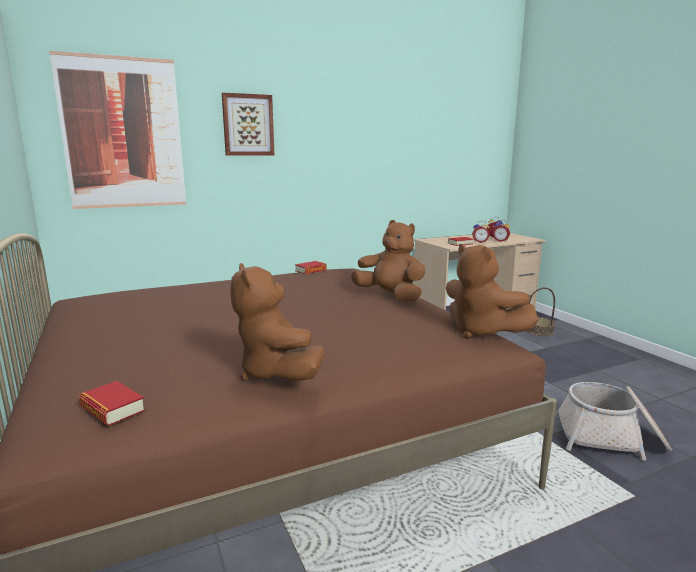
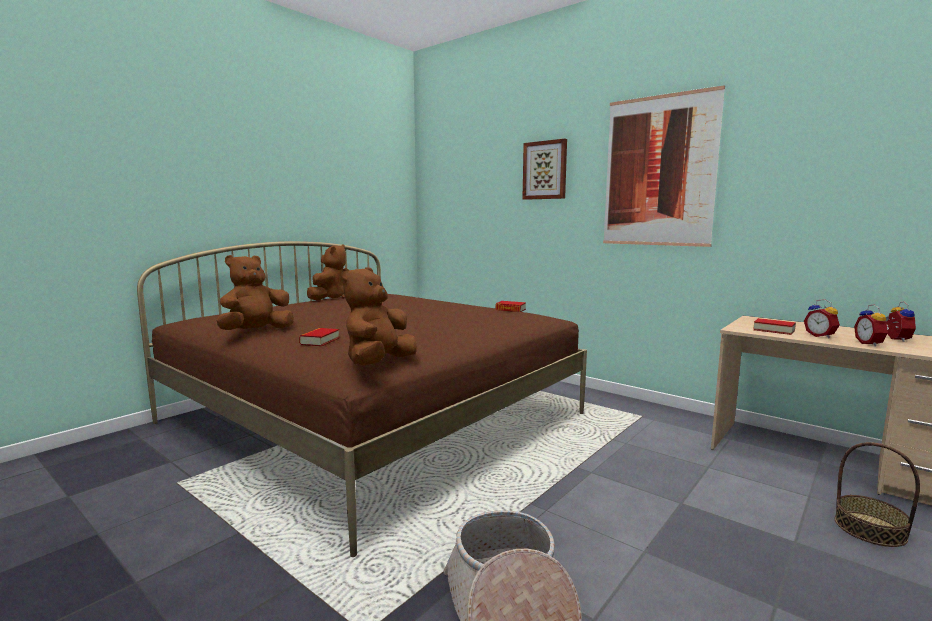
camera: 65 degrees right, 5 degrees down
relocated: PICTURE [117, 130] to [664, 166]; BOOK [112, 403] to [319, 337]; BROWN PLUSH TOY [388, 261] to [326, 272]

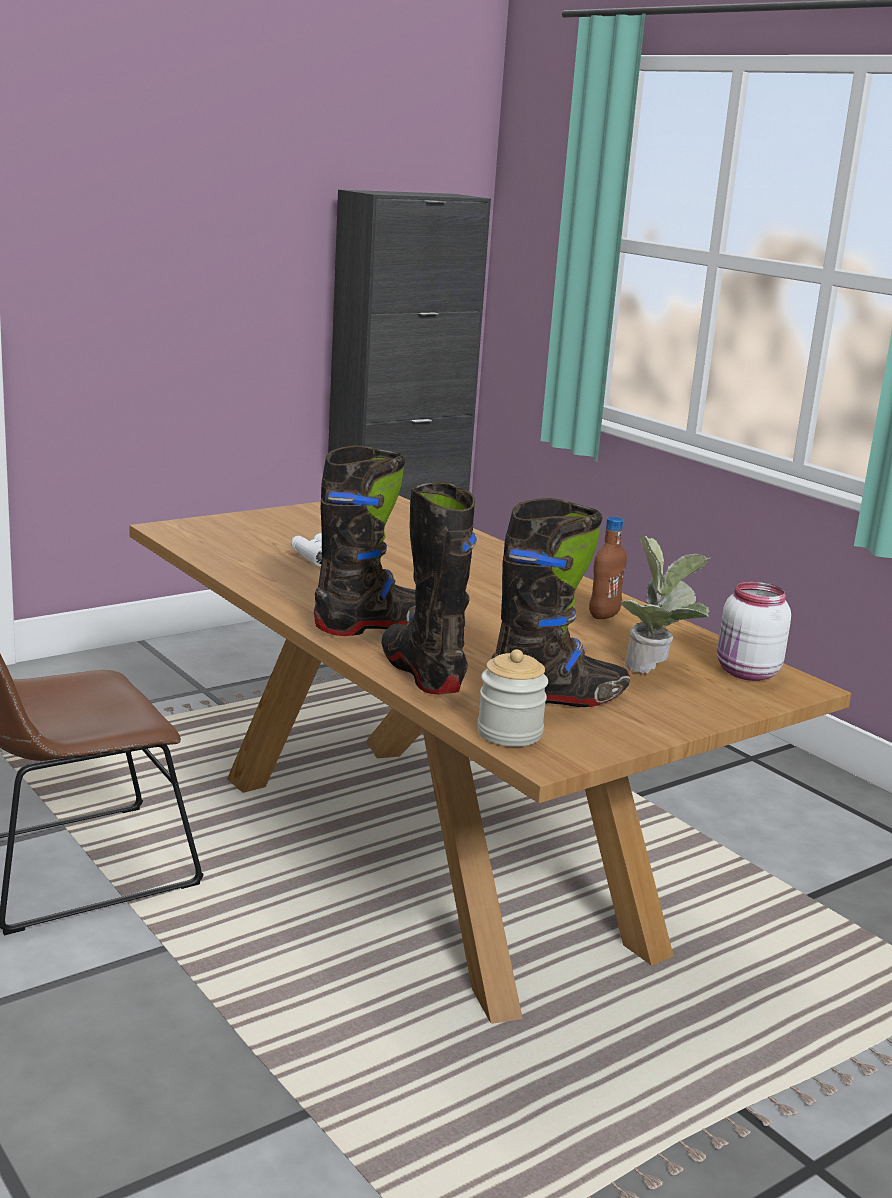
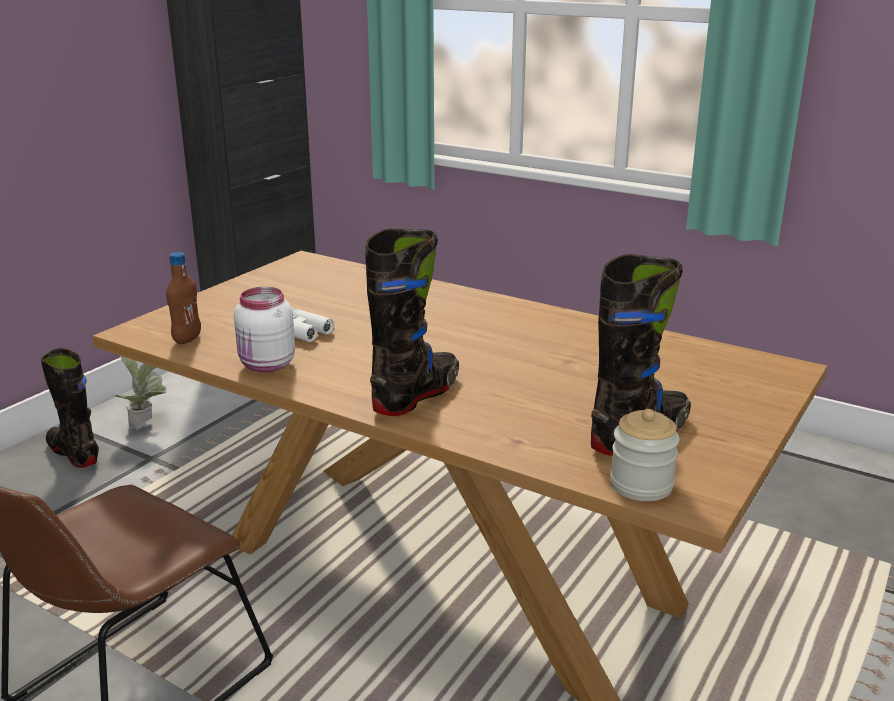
camera: 20 degrees left, 5 degrees up
relocated: BLACK BOOT [429, 588] to [70, 408]; BROWN BOTTLE [608, 568] to [183, 298]; POTTED PLANT [666, 604] to [140, 392]; WHITE JAR [754, 631] to [264, 329]

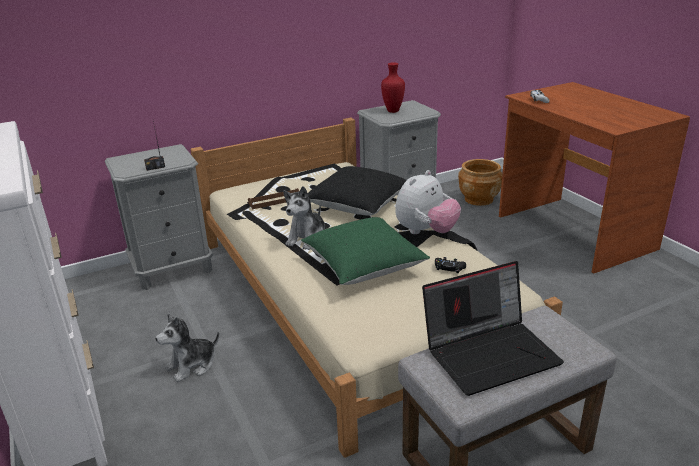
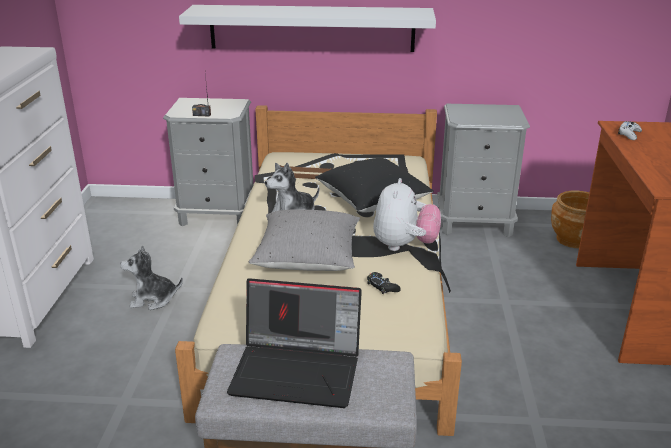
camera: 30 degrees right, 0 degrees up
missing: RED VASE [393, 87]
appeared: WHITE SHELF [307, 28]
colour: GREEN PILLOW [365, 251] to GREY PILLOW [304, 240]
spun: PLUSH TOY [428, 202] = [407, 214] 60 degrees counterclockwise

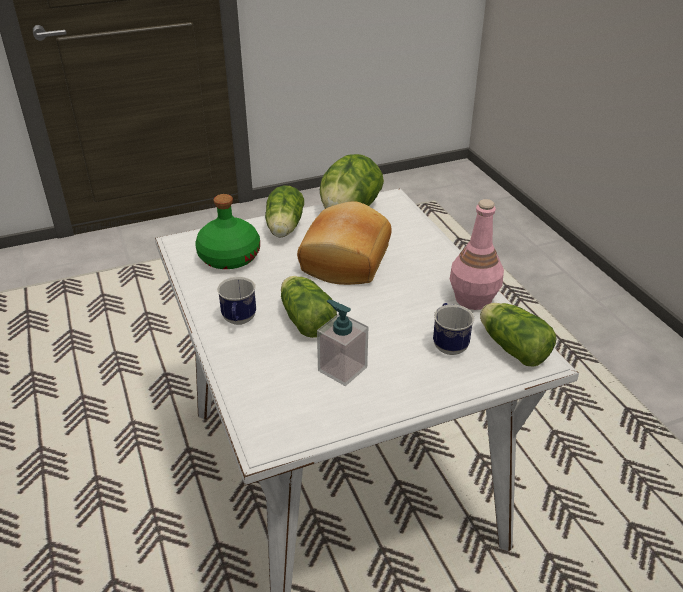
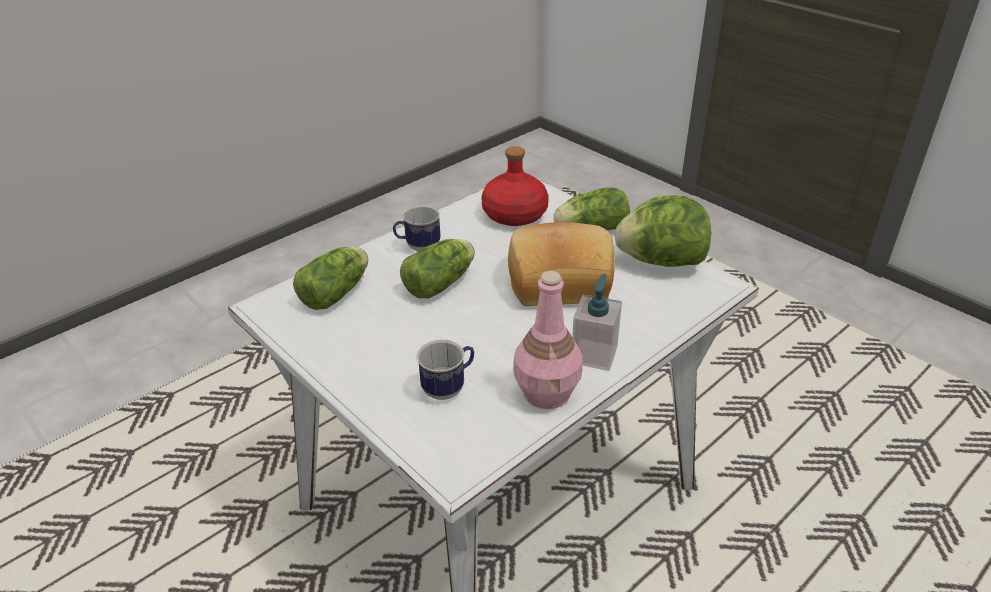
camera: 70 degrees right, 0 degrees up
relocated: SOAP DISPENSER [342, 342] to [597, 322]; LETTUCE [518, 335] to [330, 278]
colour: GREEN BOTTLE [227, 231] to RED BOTTLE [515, 186]

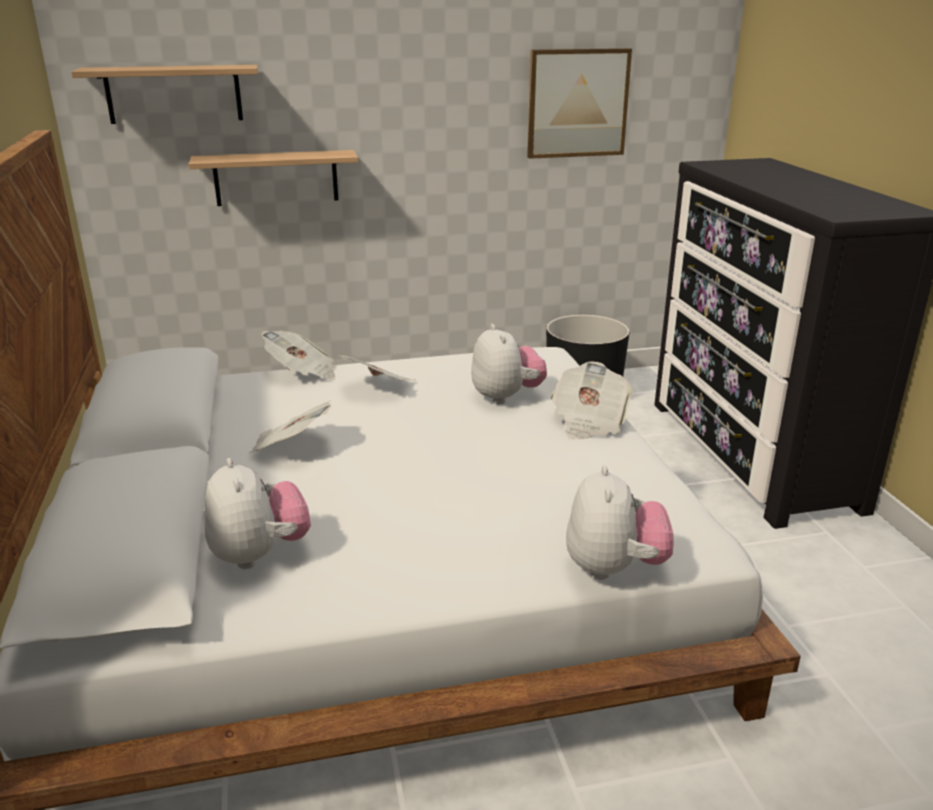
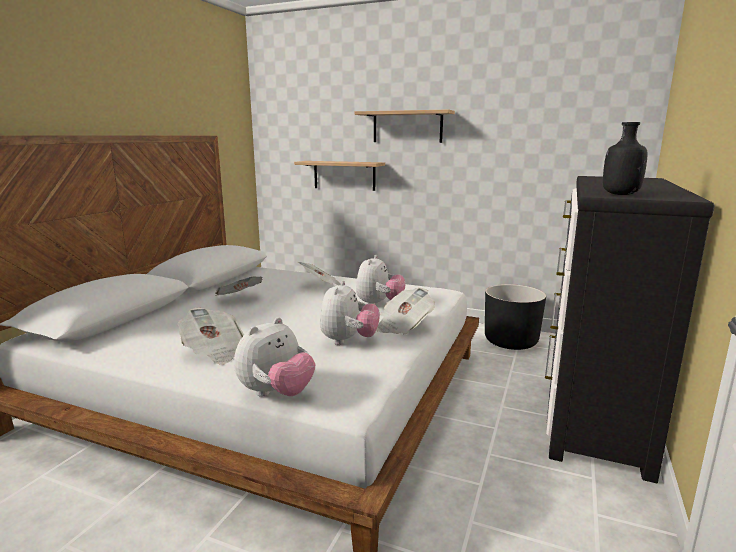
camera: 35 degrees right, 10 degrees down
missing: PICTURE [579, 103]
appeared: BLACK BOTTLE [625, 158]
relocated: SHELF [164, 94] to [404, 126]; PLUSH TOY [258, 513] to [350, 313]; NEWSPAPER [298, 355] to [211, 336]

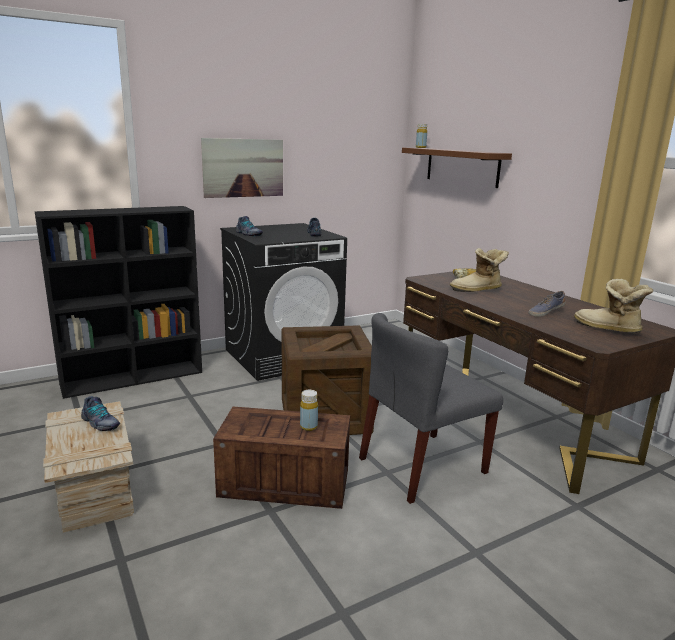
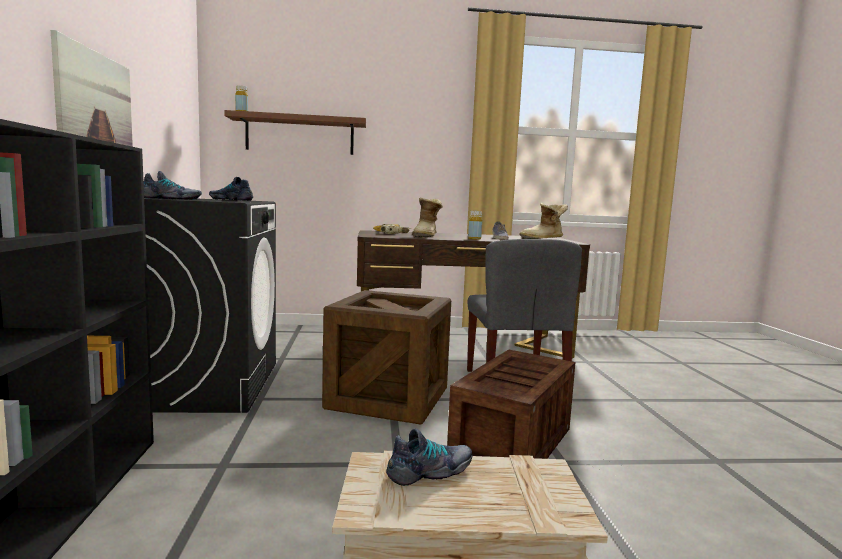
camera: 65 degrees left, 10 degrees down
relocated: YELLOW BOTTLE [309, 410] to [475, 225]

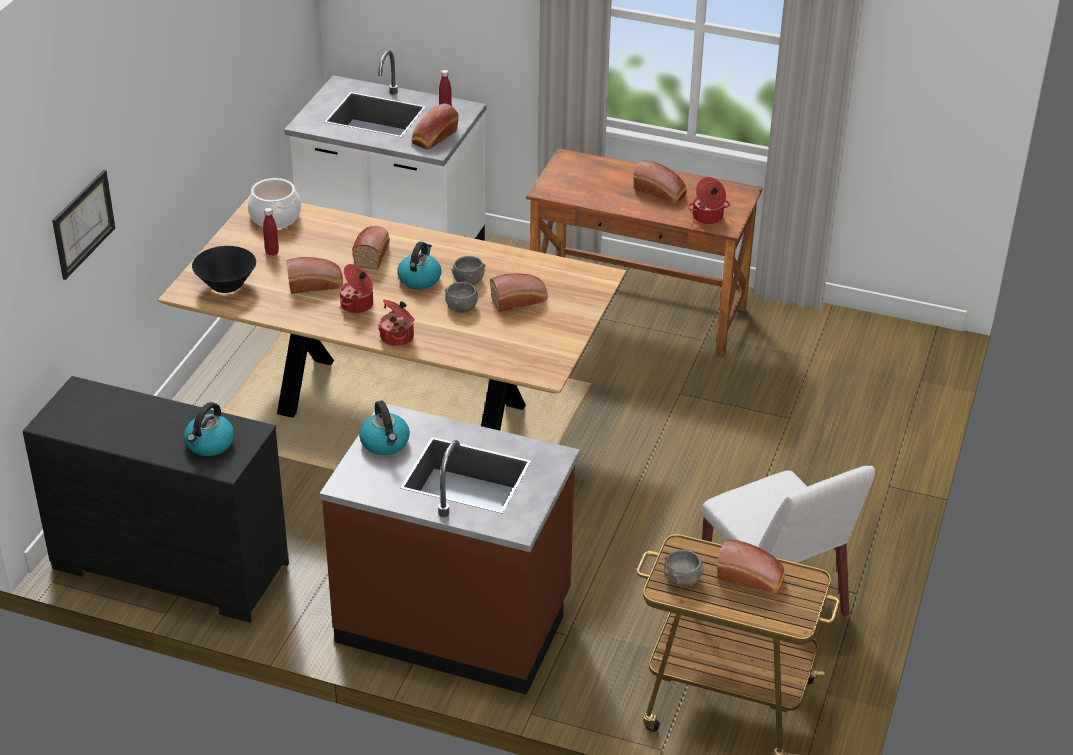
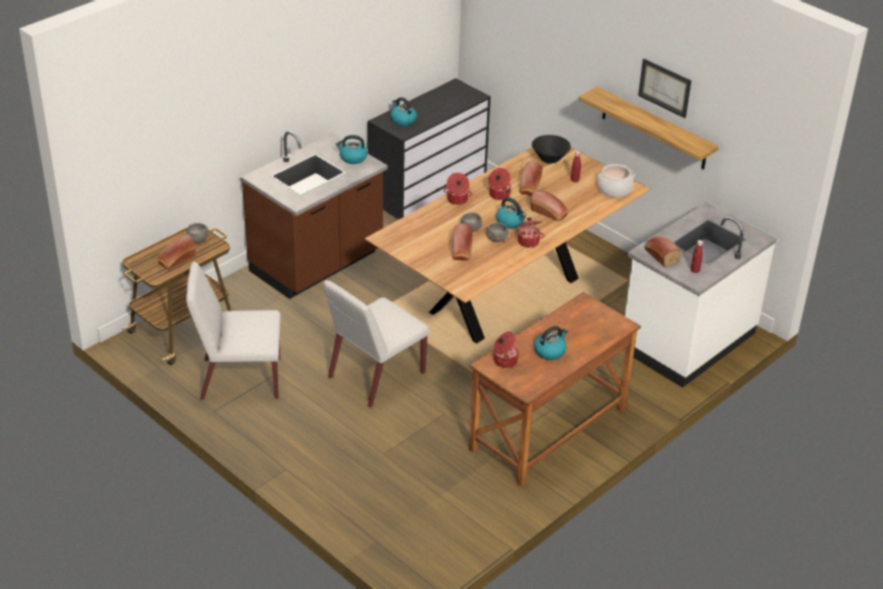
camera: 115 degrees right, 0 degrees up
appeared: WHITE CHAIR [376, 344]; COOKING POT [529, 233]; SHELF [649, 128]
relocated: PICTURE [83, 225] to [664, 88]
exchanged: BREAD [660, 181] to KETTLE [551, 343]

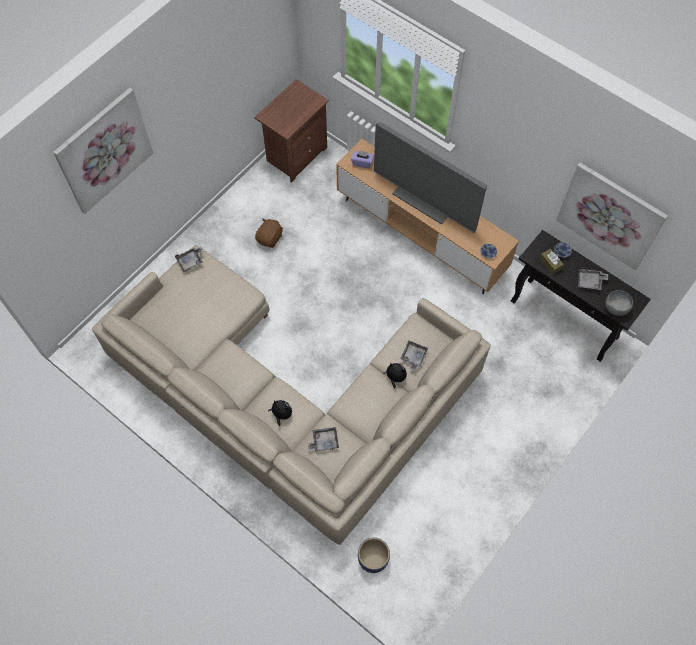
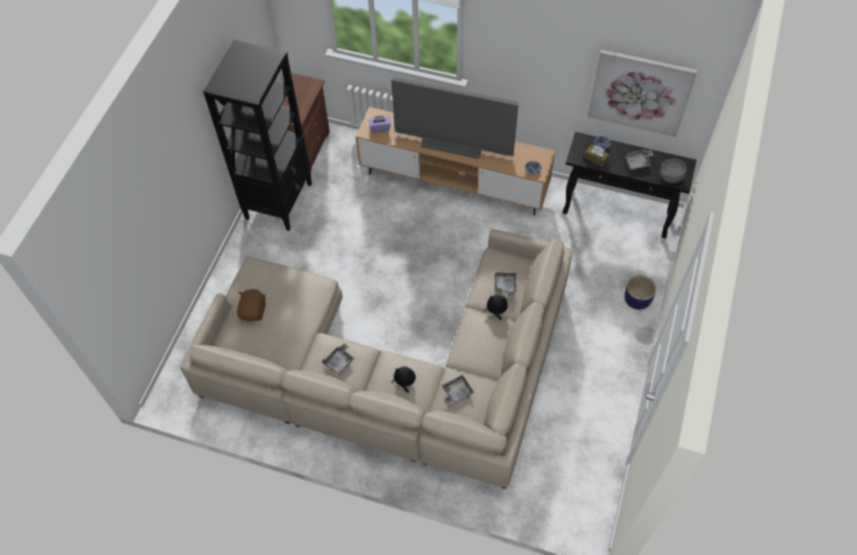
camera: 20 degrees left, 5 degrees down
missing: PICTURE [103, 151]
appeared: BLACK BOOKCASE [257, 135]
relocated: GREY TRAY [189, 259] to [338, 359]; BROWN PLUSH TOY [269, 233] to [251, 305]; PLANTER [374, 555] to [640, 292]

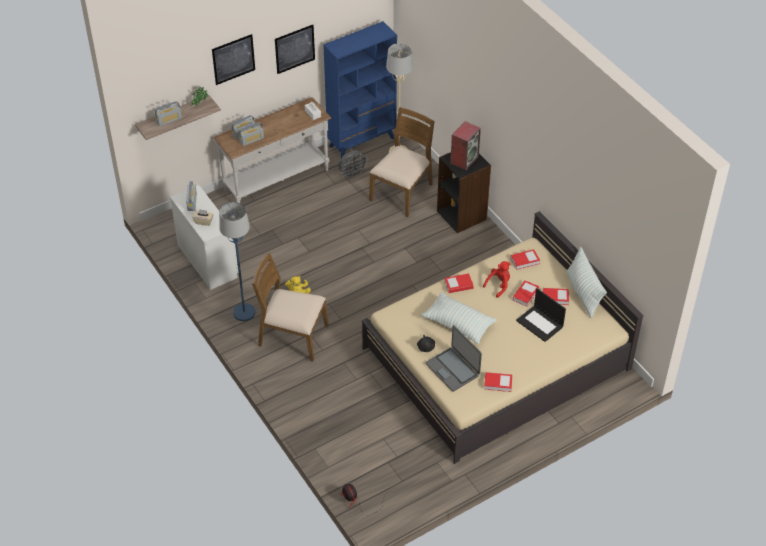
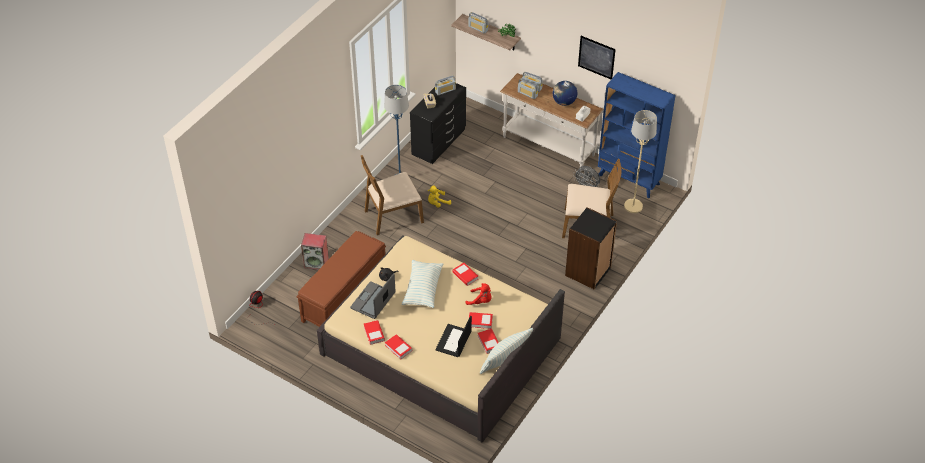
camera: 65 degrees right, 0 degrees up
missing: PICTURE [233, 59]
appeared: BROWN BENCH [341, 279]; GLOBE [565, 93]
relocated: SPEAKER [466, 145] to [315, 251]; BOOK [525, 259] to [398, 346]
colour: WHITE DRESSER [204, 237] to BLACK DRESSER [438, 121]
spun: BROWN CHAIR [290, 307] = [392, 195] 105 degrees counterclockwise

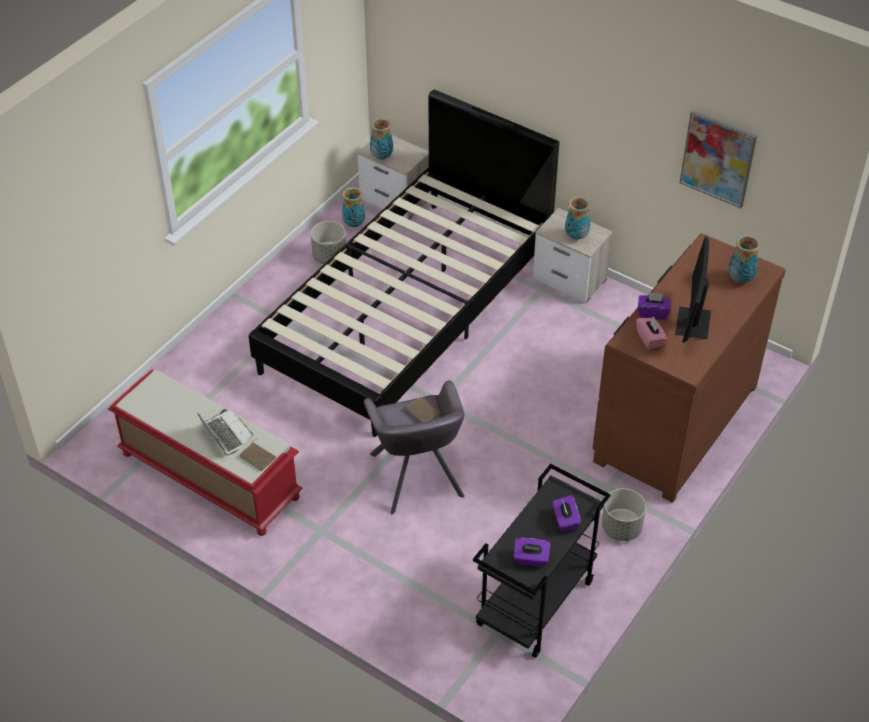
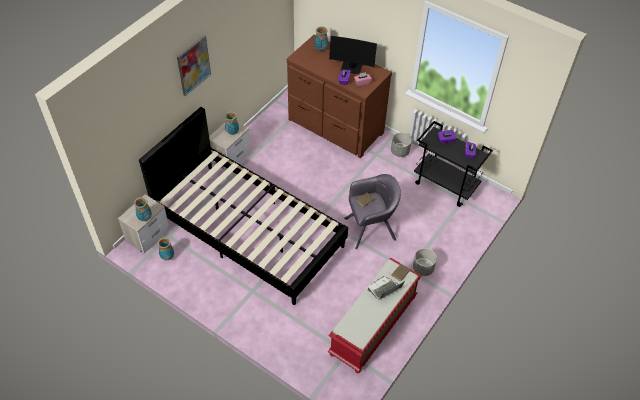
camera: 90 degrees left, 5 degrees up
relocated: GREY PLANTER [328, 242] to [425, 262]; PICTURE [718, 159] to [194, 65]

